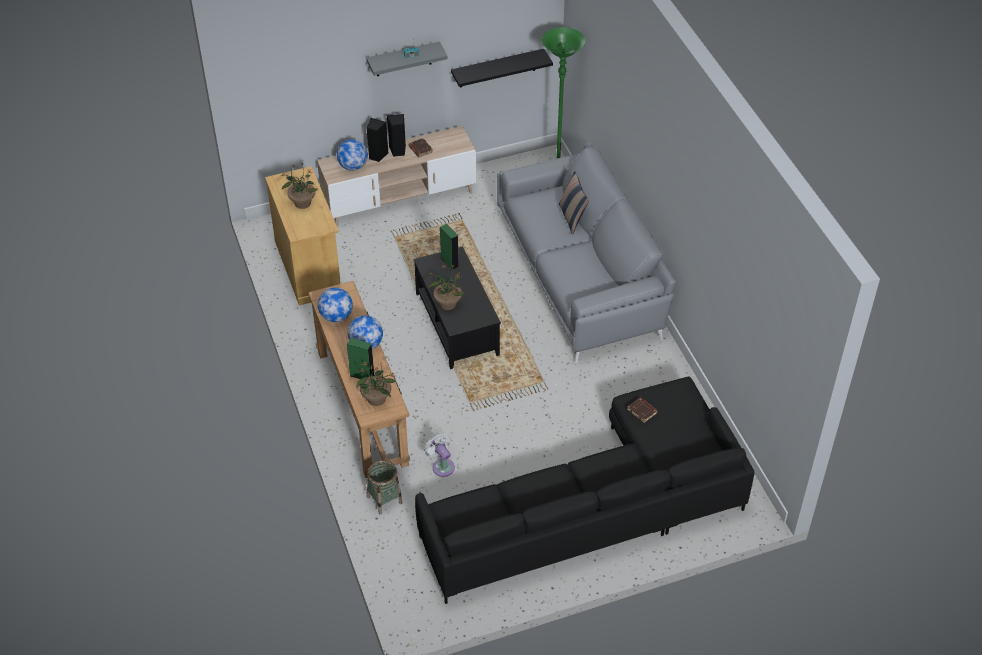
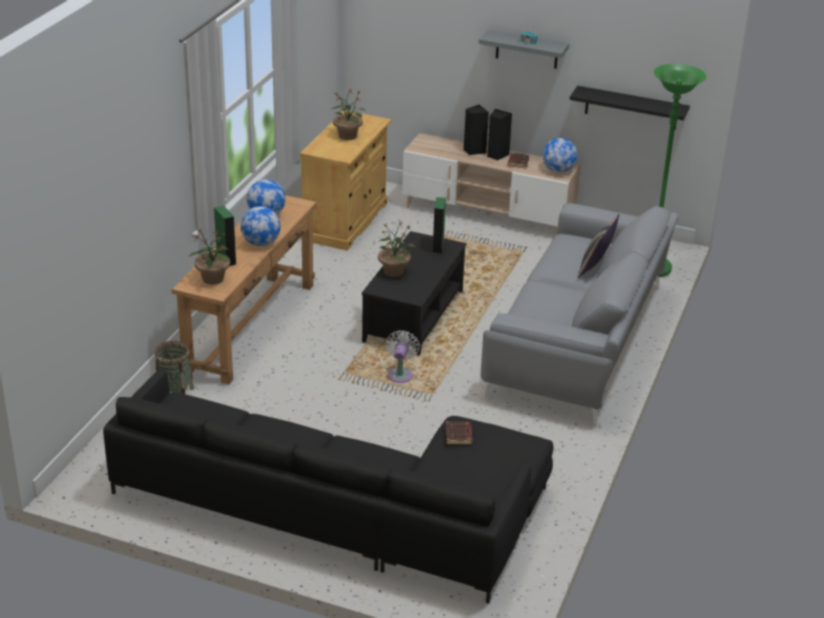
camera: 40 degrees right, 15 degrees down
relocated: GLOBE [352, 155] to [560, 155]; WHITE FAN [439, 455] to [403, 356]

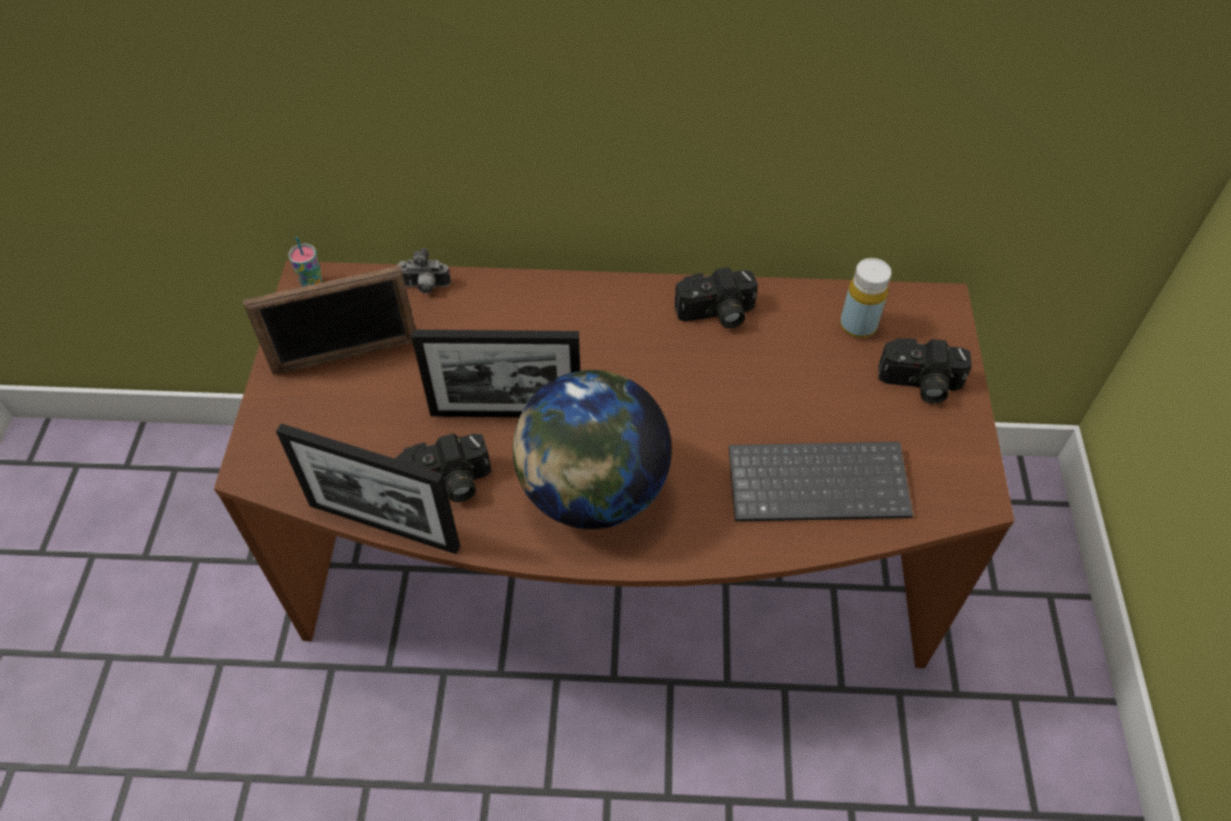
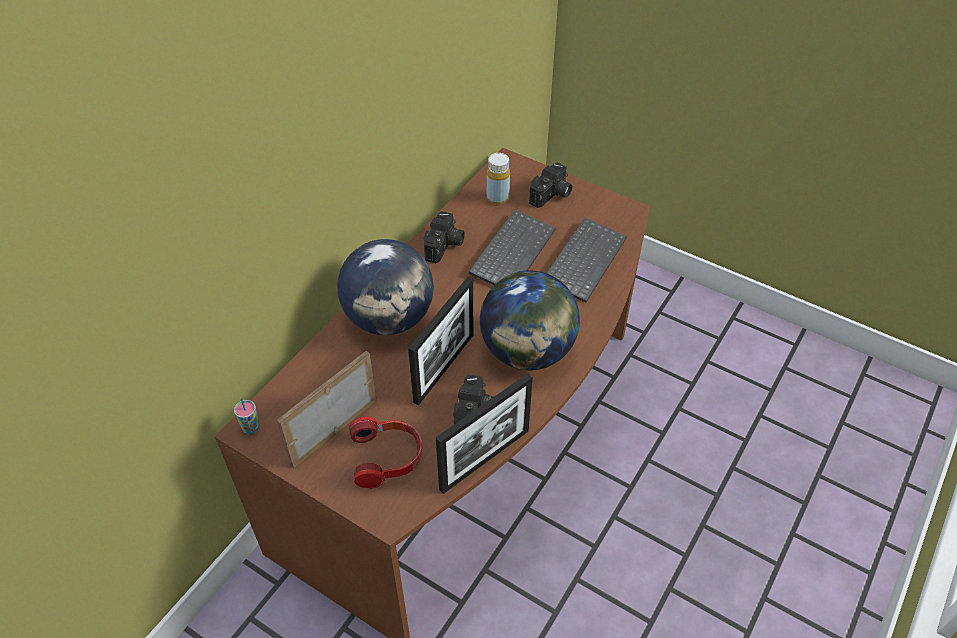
camera: 60 degrees left, 5 degrees down
missing: PHOTO CAMERA [424, 270]
appeared: GLOBE [385, 287]; HEADPHONES [385, 453]; KEYBOARD [512, 247]
spun: PICTURE FRAME [329, 320] = [327, 409] 150 degrees counterclockwise

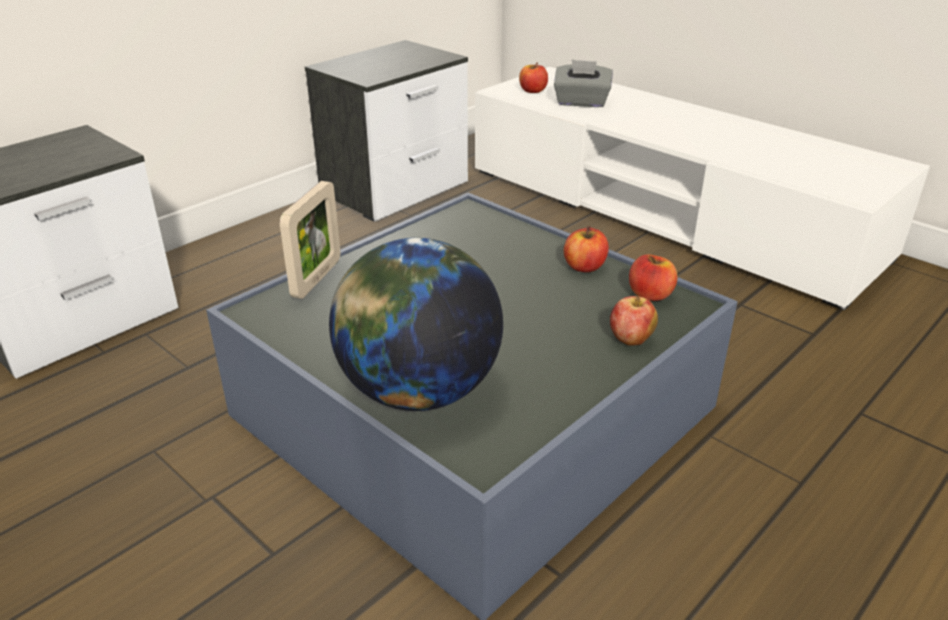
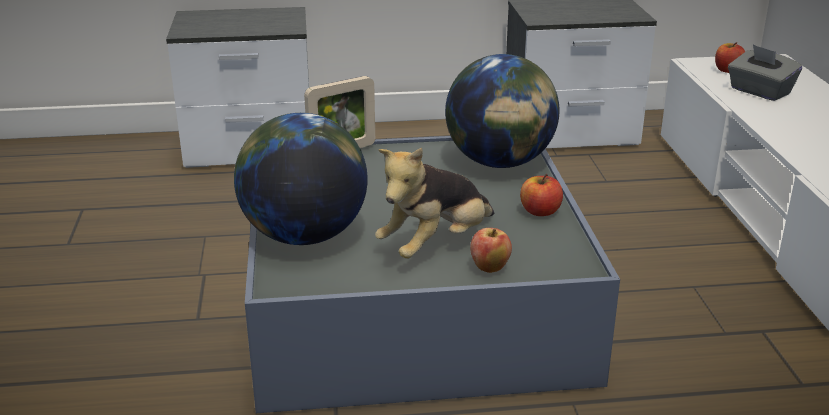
camera: 40 degrees right, 5 degrees down
missing: APPLE [653, 277]
appeared: PLUSH TOY [434, 203]; GLOBE [502, 111]

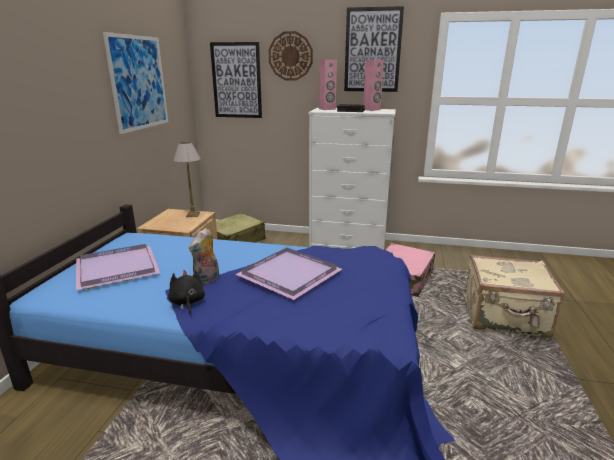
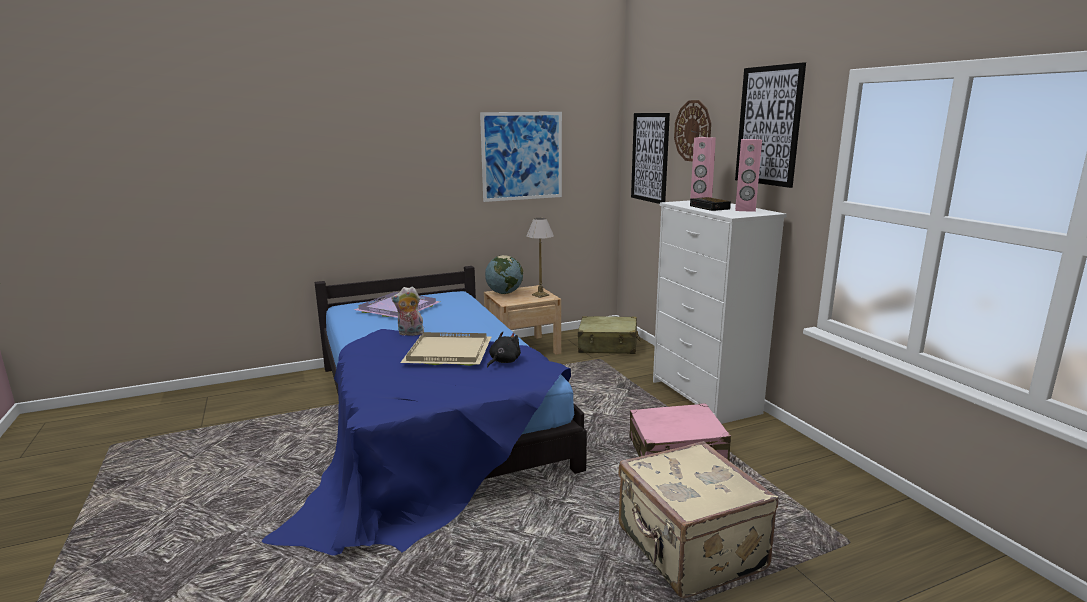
camera: 55 degrees right, 5 degrees down
appeared: GLOBE [504, 274]
relocated: BLACK PLUSH TOY [186, 292] to [504, 349]
colour: PURPLE TRAY [288, 274] to BEIGE TRAY [446, 349]

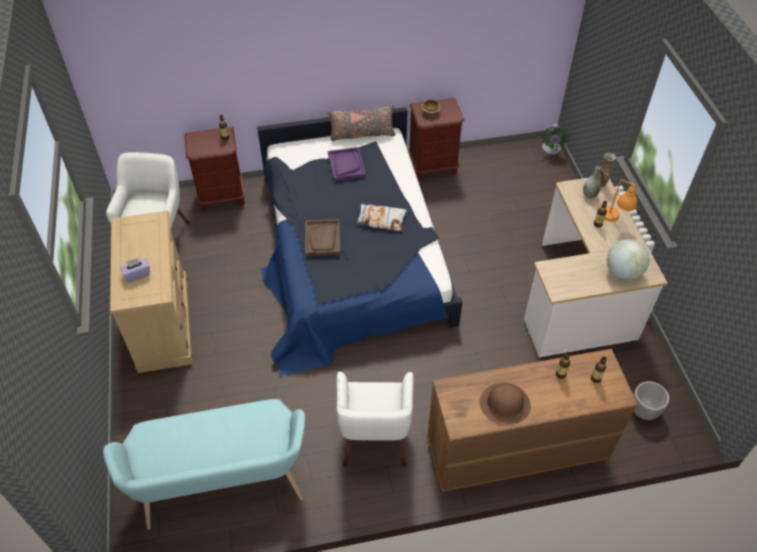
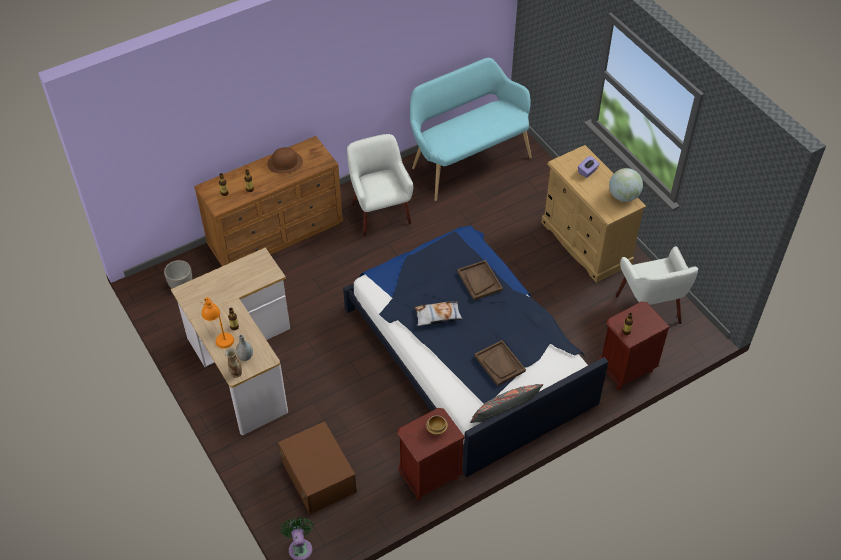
camera: 160 degrees right, 0 degrees up
appeared: BROWN STORAGE BOX [317, 468]
relocated: GLOBE [628, 259] to [626, 185]
colour: PURPLE TRAY [347, 164] to BROWN TRAY [500, 363]

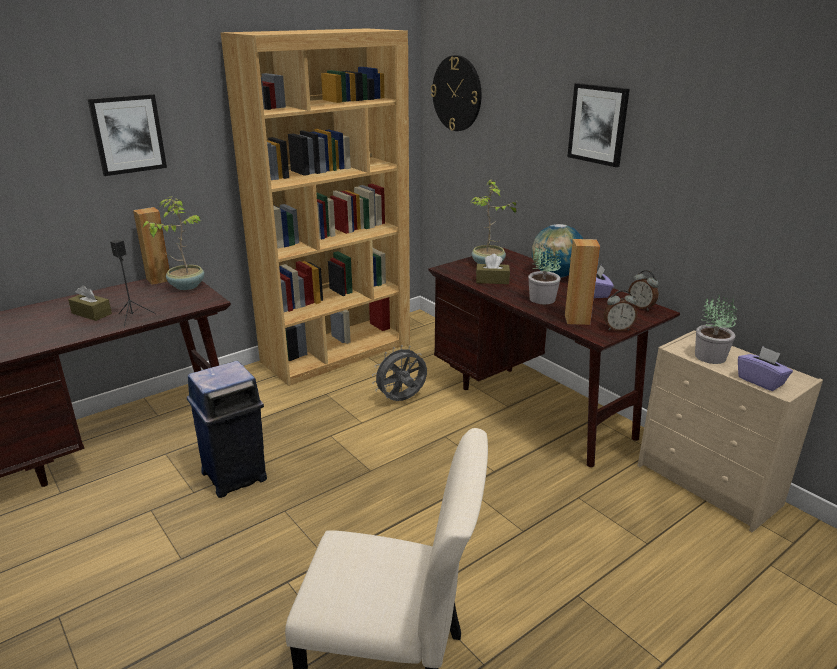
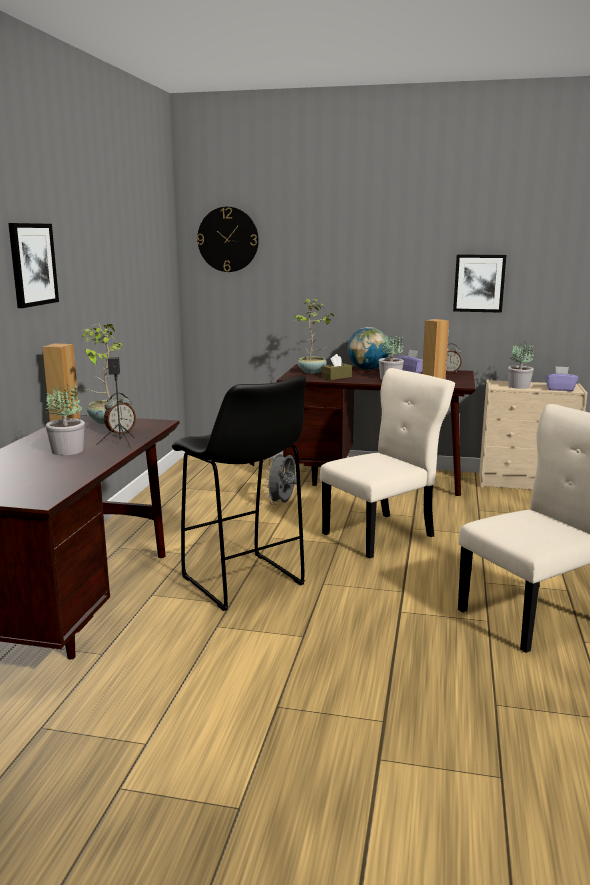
camera: 40 degrees left, 10 degrees down
missing: BROWN BOOKCASE [315, 207]
appeared: BEIGE CHAIR [387, 463]
relocated: PICTURE [598, 125] to [479, 284]; ALARM CLOCK [620, 310] to [120, 414]
exchanged: BROWN TISSUE BOX [90, 303] to POTTED PLANT [65, 419]; BLUE TRASH CAN [227, 429] to BLACK STOOL [239, 493]

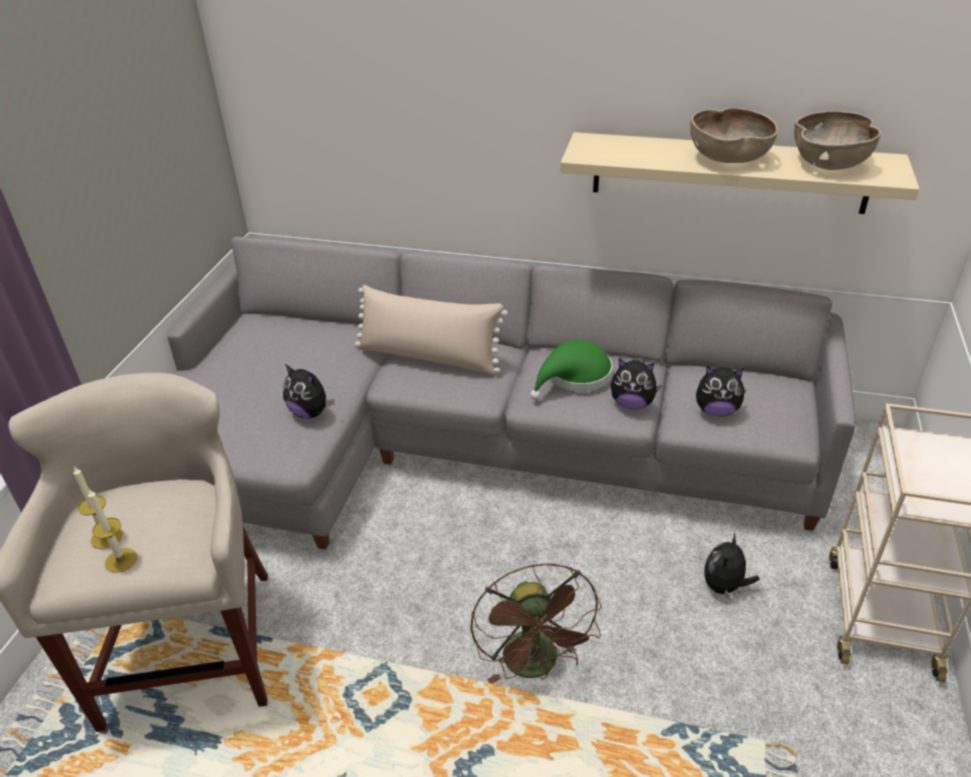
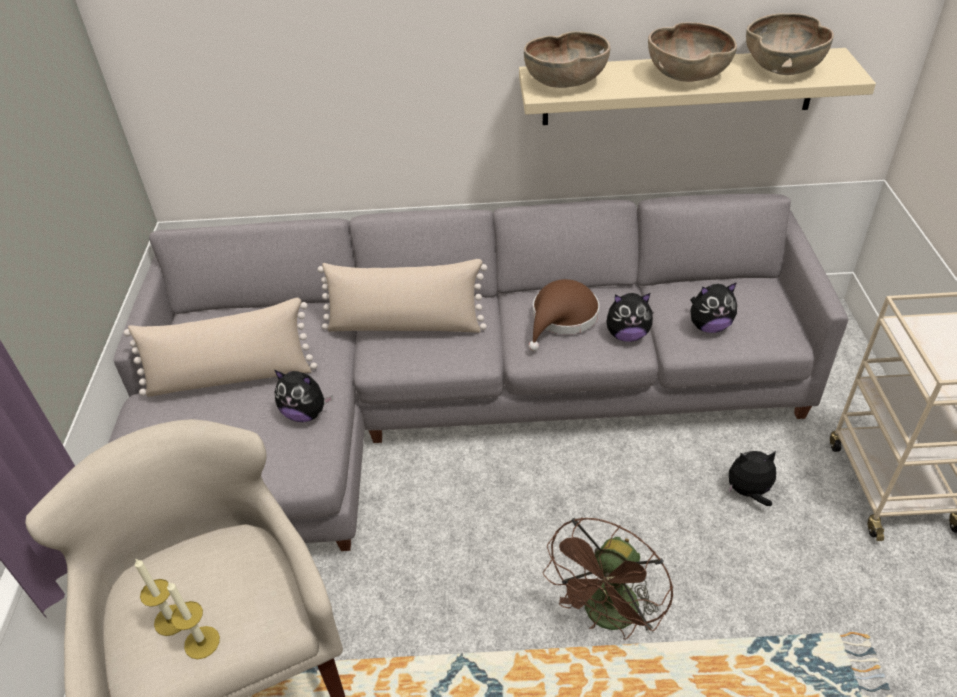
camera: 15 degrees left, 5 degrees up
appeared: BEIGE PILLOW [220, 347]; BROWN BOWL [567, 59]
colour: GREEN HAT [571, 370] to BROWN HAT [564, 315]
spun: BROWN FAN [536, 623] = [607, 578] 60 degrees clockwise; PLUSH TOY [731, 566] = [752, 478] 75 degrees clockwise

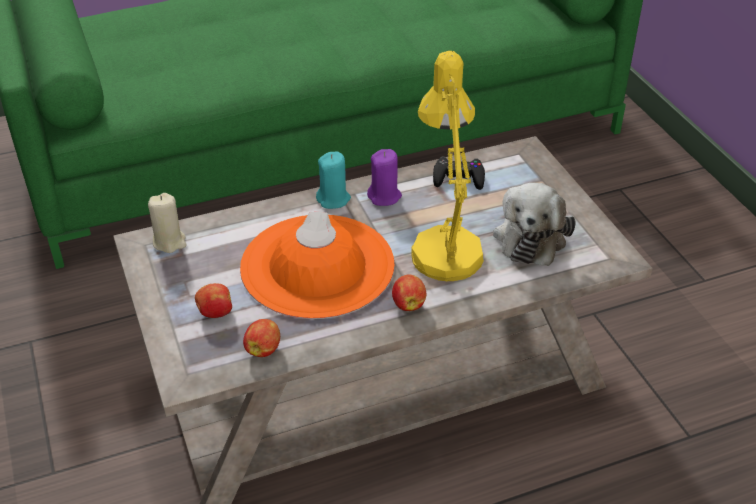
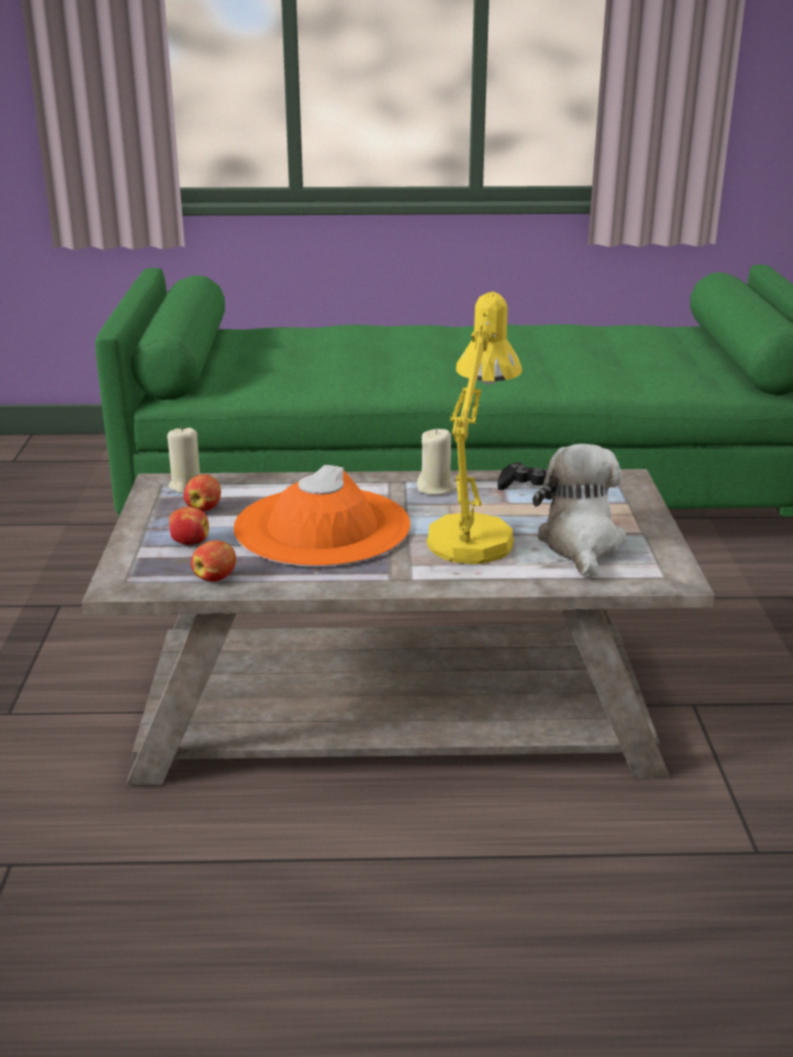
camera: 20 degrees right, 15 degrees down
missing: TURQUOISE CANDLE [333, 180]
relocated: APPLE [409, 292] to [202, 493]
colour: PURPLE CANDLE [384, 177] to BEIGE CANDLE [436, 461]
spun: PLUSH TOY [534, 224] = [580, 511] 150 degrees clockwise

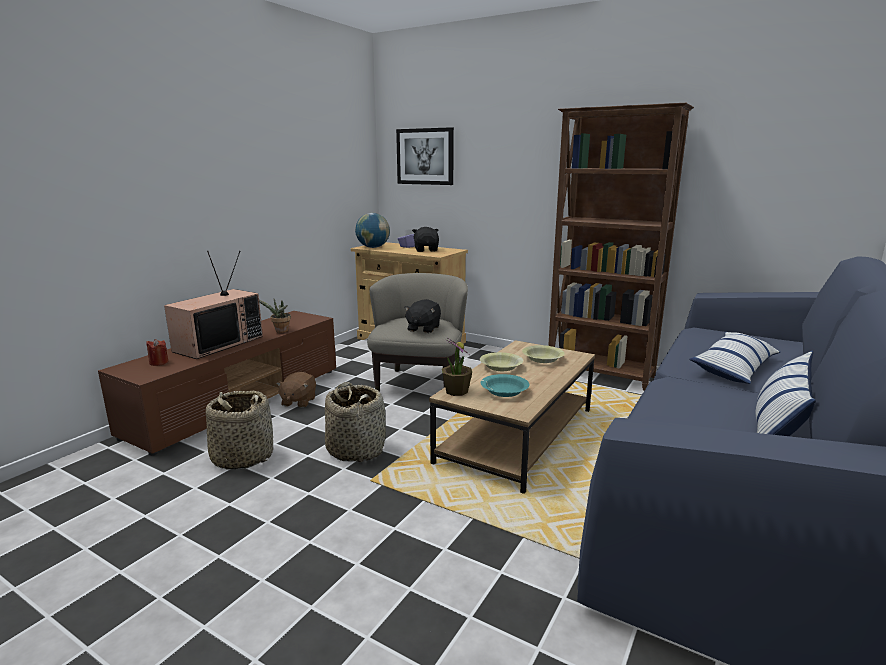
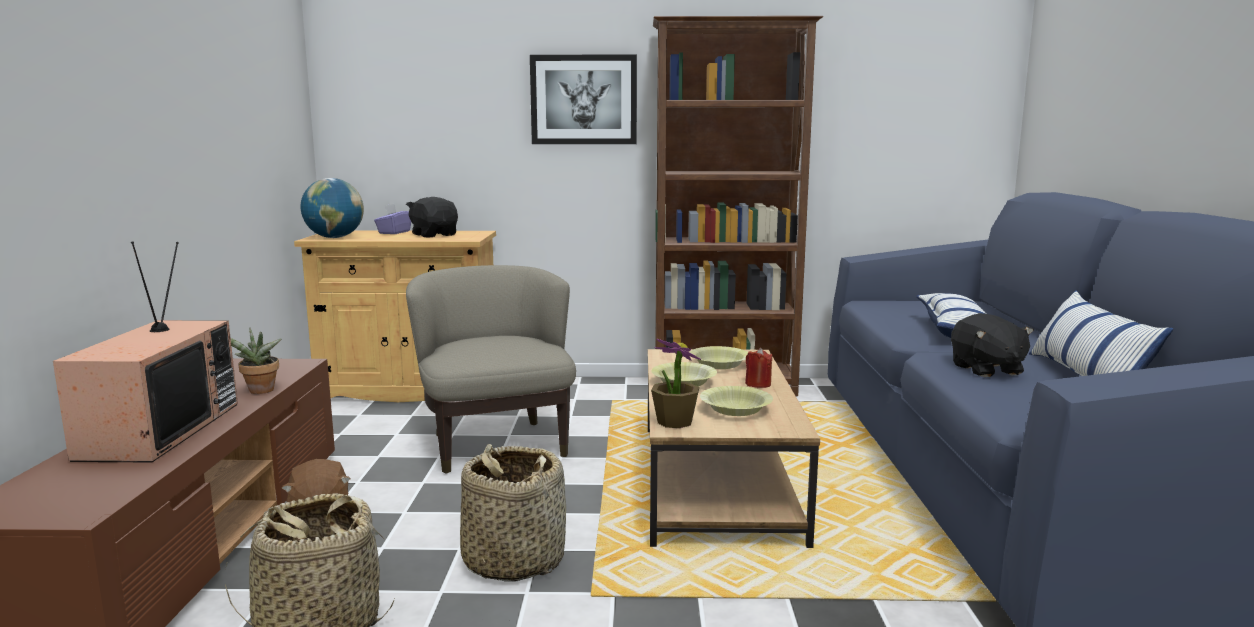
camera: 30 degrees left, 5 degrees down
relocated: RED CANDLE [157, 352] to [759, 368]; PICTURE [425, 156] to [583, 99]; BLACK PLUSH TOY [422, 316] to [992, 345]
colour: TURQUOISE BOWL [505, 385] to YELLOW BOWL [736, 401]

